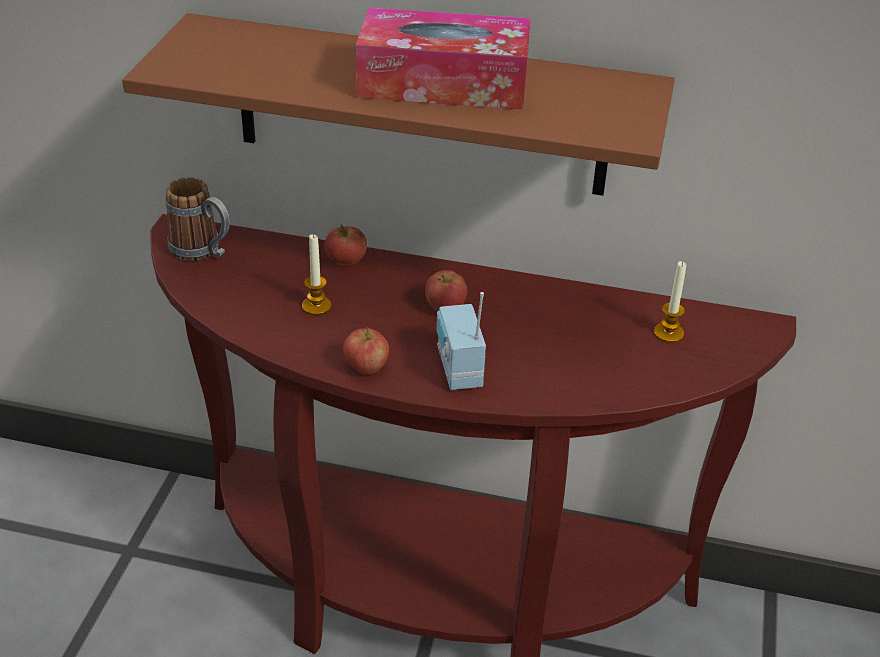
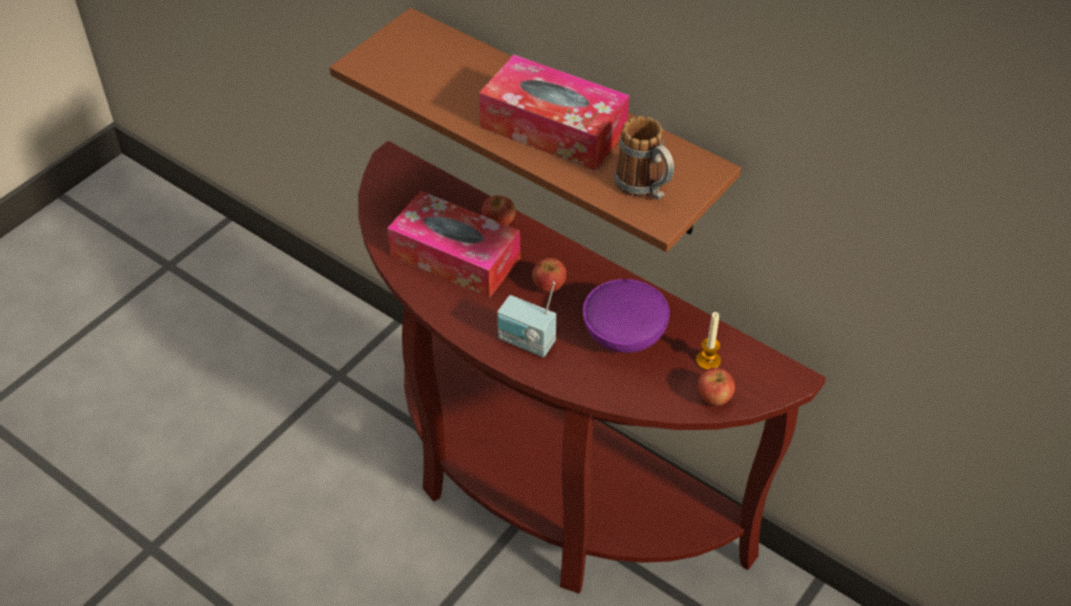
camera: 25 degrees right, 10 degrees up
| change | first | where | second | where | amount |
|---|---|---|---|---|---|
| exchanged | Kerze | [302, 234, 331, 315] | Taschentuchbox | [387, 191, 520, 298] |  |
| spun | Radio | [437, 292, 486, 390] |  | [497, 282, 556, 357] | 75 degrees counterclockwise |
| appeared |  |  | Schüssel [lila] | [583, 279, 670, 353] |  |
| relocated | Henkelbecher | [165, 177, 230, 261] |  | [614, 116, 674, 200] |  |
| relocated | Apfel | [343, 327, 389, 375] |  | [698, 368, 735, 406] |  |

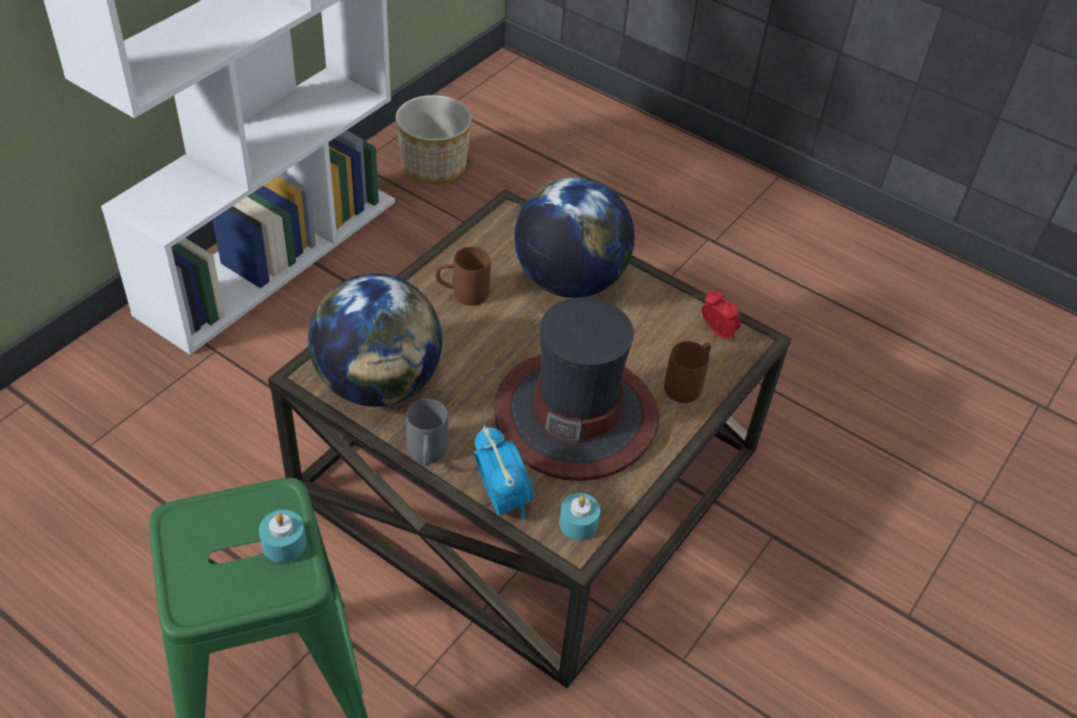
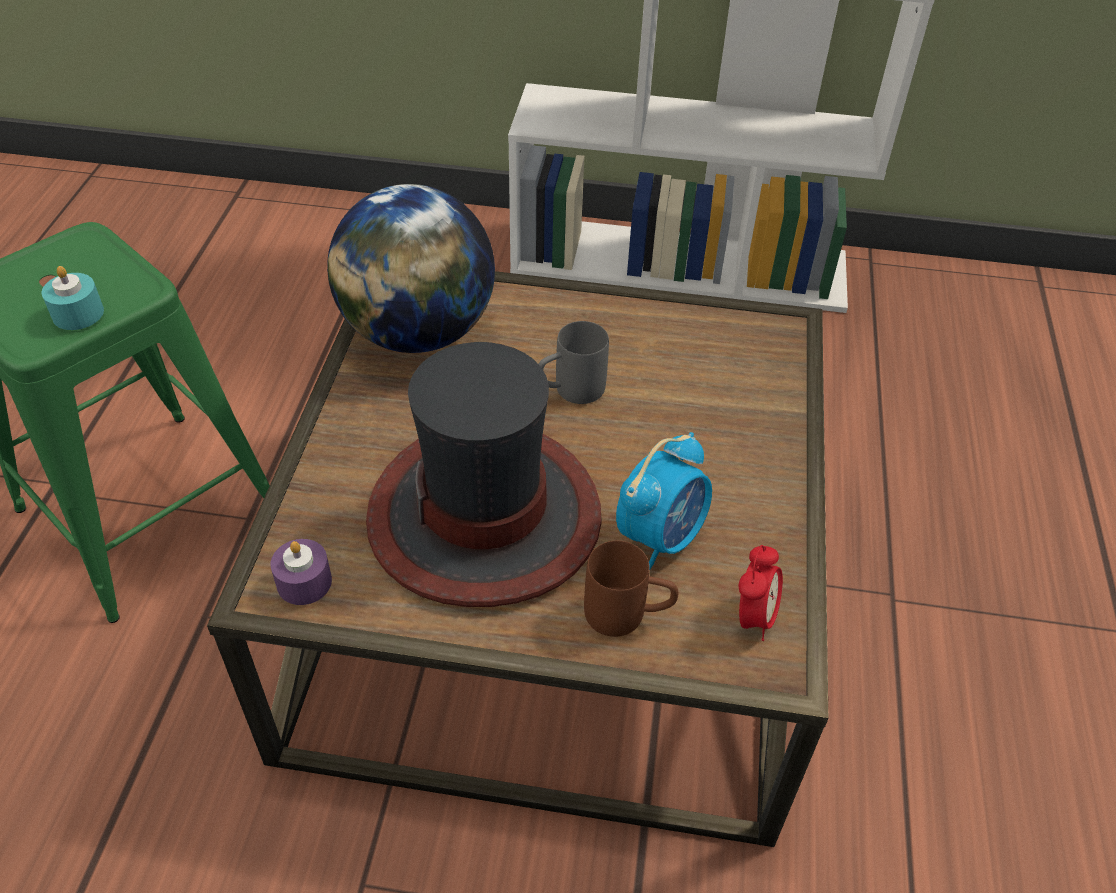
camera: 65 degrees right, 0 degrees up
| change | first | where | second | where | amount |
|---|---|---|---|---|---|
| colour | Kerze [türkis] | [559, 493, 600, 540] | Kerze [lila] | [271, 539, 332, 605] |  |
| relocated | Henkelbecher [grau] | [406, 399, 448, 466] |  | [539, 321, 609, 404] |  |
| relocated | Wecker | [474, 425, 534, 520] |  | [616, 432, 712, 569] |  |
| missing | Pflanzkübel | [396, 95, 472, 184] |  |  |  |
| missing | Henkelbecher [braun] | [435, 247, 491, 305] |  |  |  |
| missing | Globus | [515, 177, 635, 298] |  |  |  |

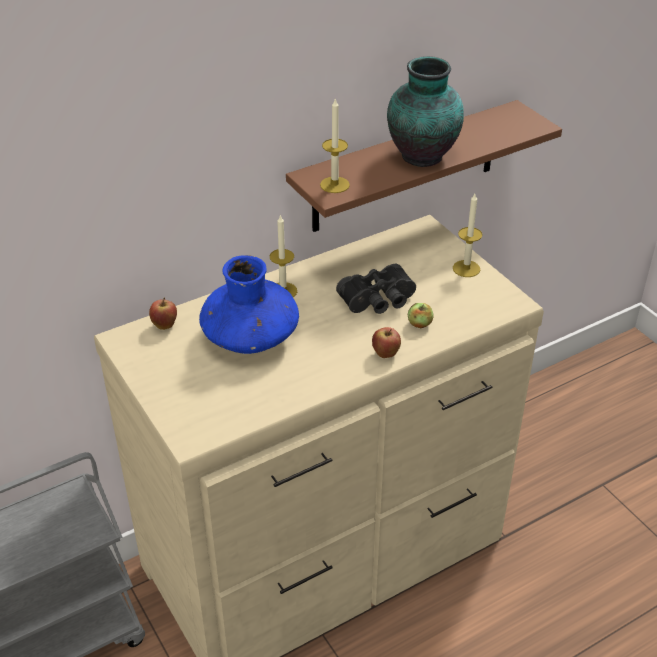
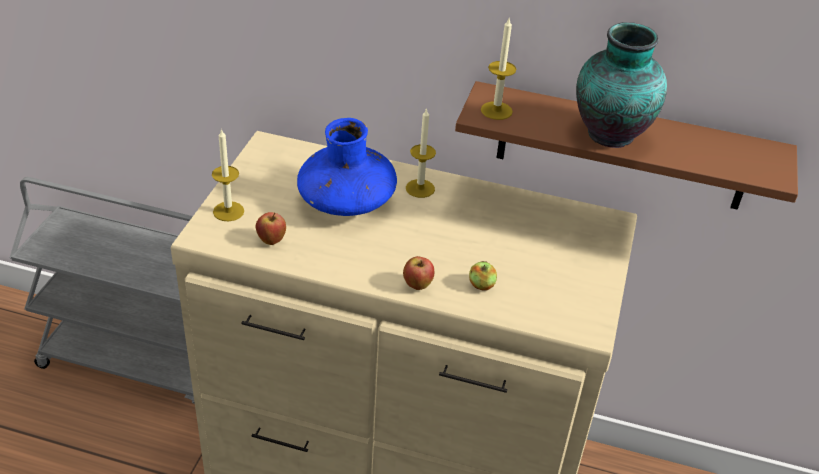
camera: 45 degrees right, 0 degrees up
| change | first | where | second | where | amount |
|---|---|---|---|---|---|
| relocated | Kerze | [453, 194, 483, 277] |  | [212, 128, 244, 221] |  |
| relocated | Apfel | [149, 297, 177, 330] |  | [256, 212, 286, 245] |  |
| missing | Fernglas [schwarz] | [336, 264, 416, 314] |  |  |  |

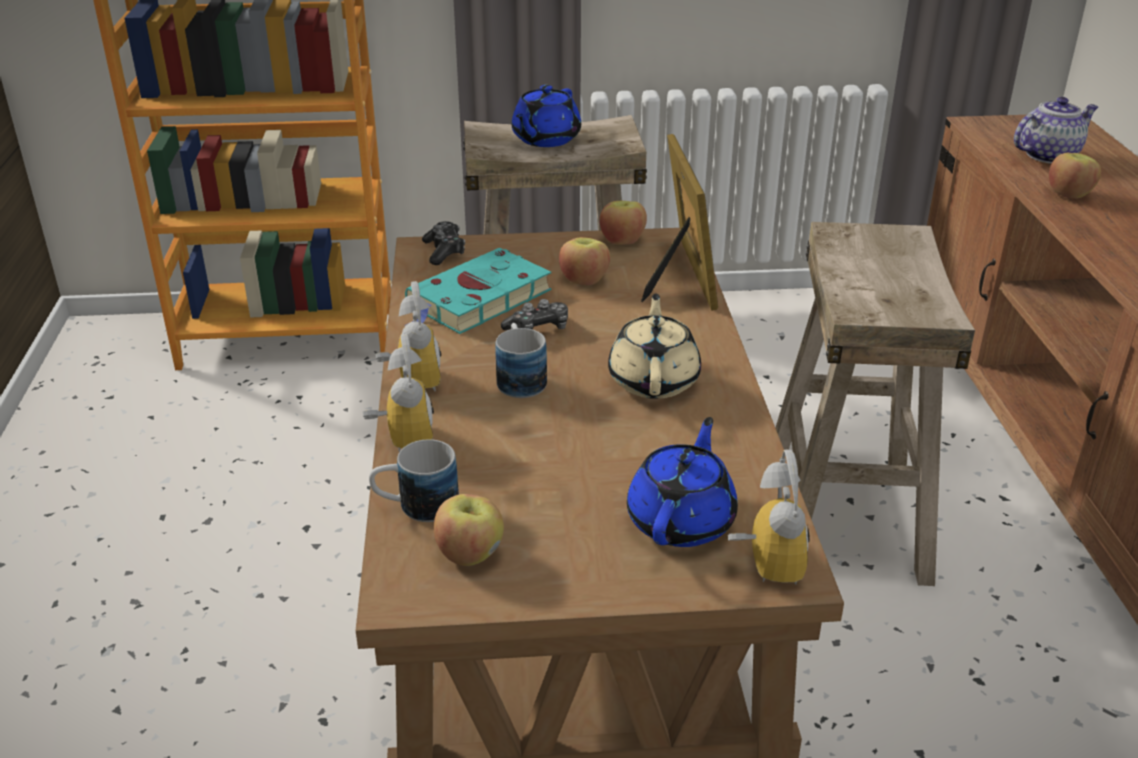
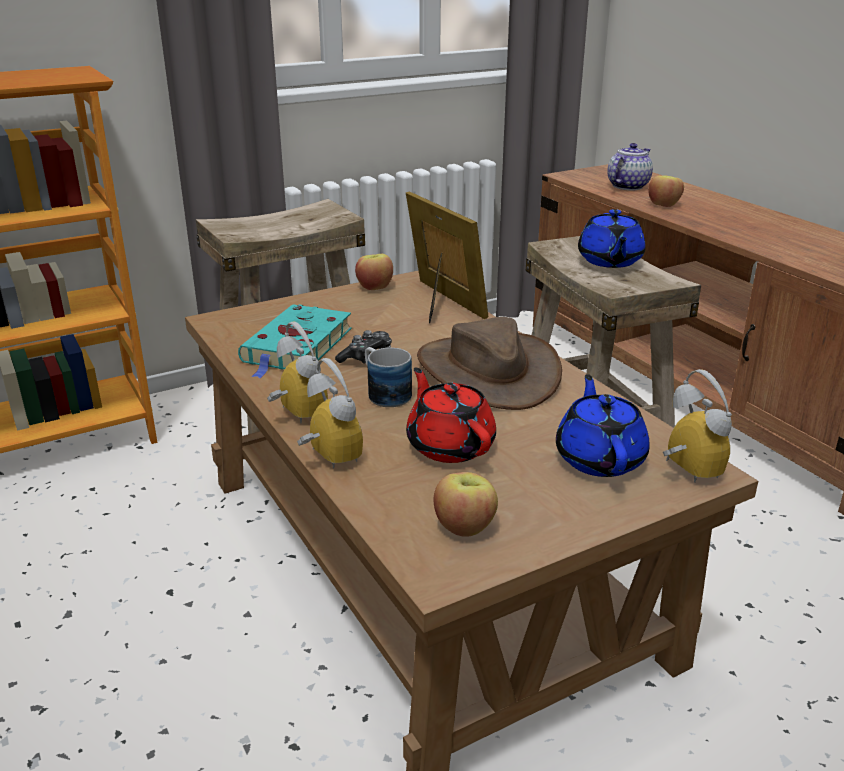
camera: 25 degrees left, 5 degrees down
| change | first | where | second | where | amount |
|---|---|---|---|---|---|
| appeared |  |  | Teekanne [rot] | [406, 367, 496, 463] |  |
| exchanged | Teekanne [beige] | [608, 294, 701, 399] | Hut [braun] | [417, 317, 562, 410] |  |
| relocated | Teekanne [blau] | [512, 85, 581, 147] |  | [578, 209, 646, 268] |  |
| missing | Henkelbecher | [369, 439, 459, 522] |  |  |  |
| missing | Gamepad | [422, 221, 465, 265] |  |  |  |
| missing | Apfel | [559, 237, 610, 285] |  |  |  |

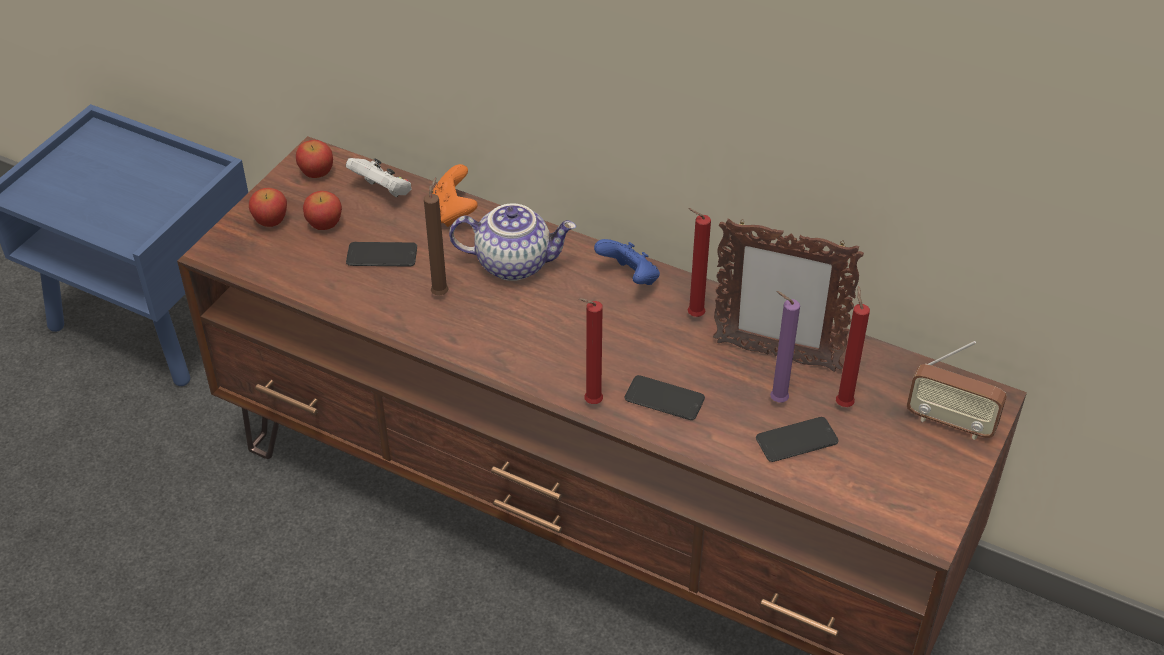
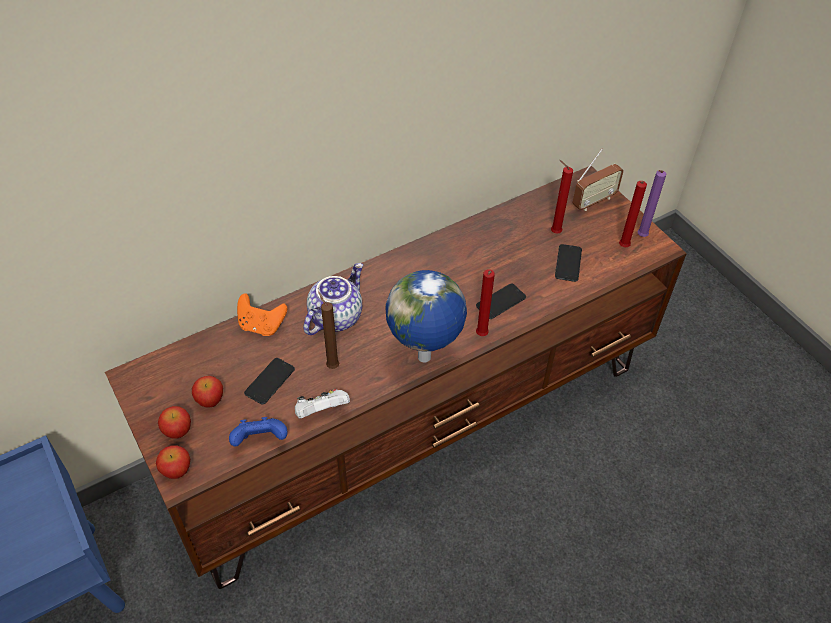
camera: 60 degrees left, 5 degrees up
| change | first | where | second | where | amount |
|---|---|---|---|---|---|
| relocated | Apfel | [296, 140, 333, 178] |  | [156, 445, 190, 479] |  |
| relocated | Gamepad [blau] | [594, 239, 660, 285] |  | [229, 417, 288, 447] |  |
| relocated | Gamepad [weiß] | [346, 158, 412, 197] |  | [295, 389, 350, 419] |  |
| appeared |  |  | Globus | [386, 270, 467, 362] |  |
| relocated | Kerze [rot] | [688, 208, 711, 317] |  | [619, 181, 647, 247] |  |
| relocated | Kerze [lila] | [770, 291, 800, 402] |  | [637, 170, 666, 237] |  |
| missing | Bilderrahmen | [713, 218, 864, 372] |  |  |  |

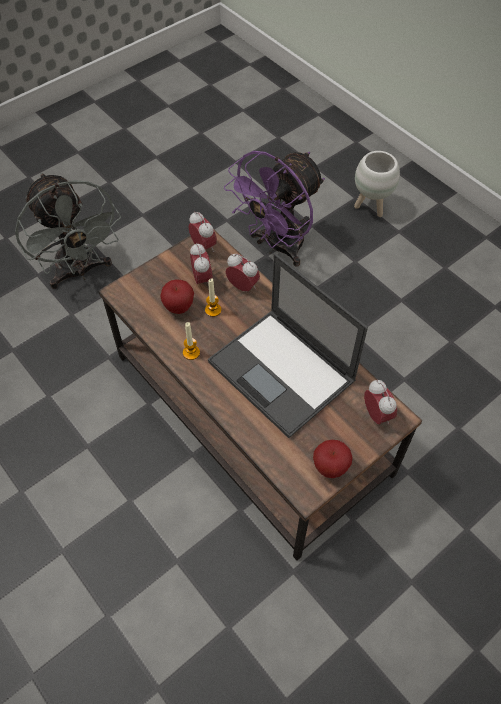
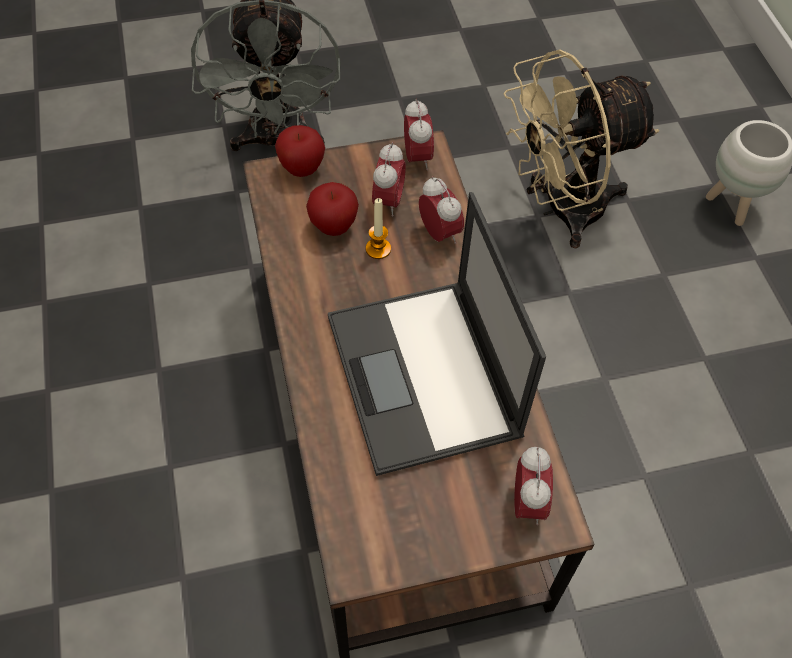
camera: 25 degrees right, 0 degrees up
| change | first | where | second | where | amount |
|---|---|---|---|---|---|
| relocated | Apfel | [313, 440, 353, 478] |  | [275, 125, 325, 177] |  |
| colour | Ventilator [lila] | [224, 151, 325, 267] | Ventilator [beige] | [504, 49, 660, 249] |  |
| missing | Kerze | [183, 322, 200, 360] |  |  |  |

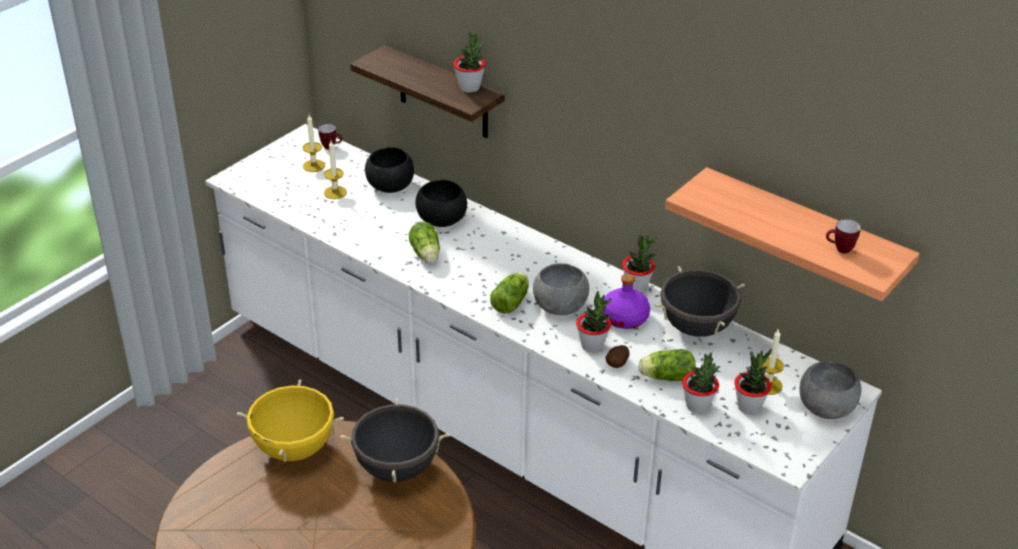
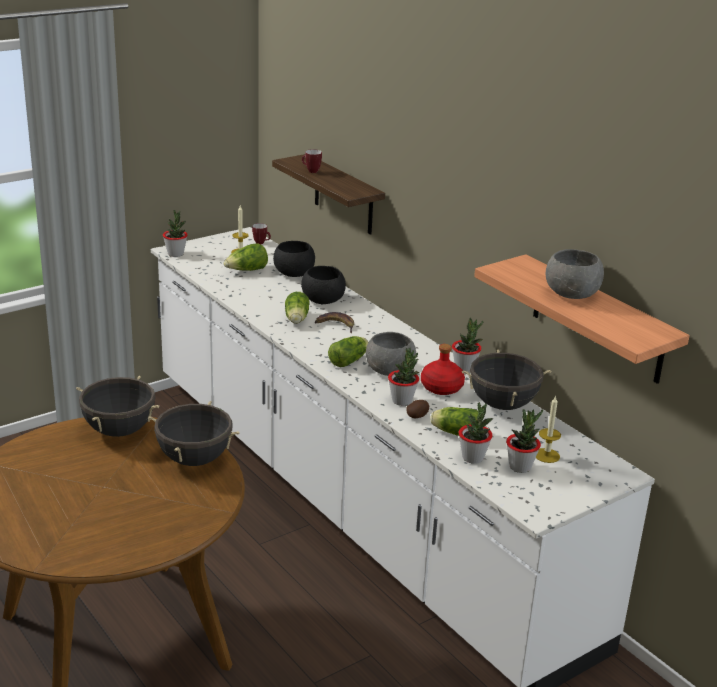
camera: 15 degrees right, 10 degrees down
| change | first | where | second | where | amount |
|---|---|---|---|---|---|
| colour | Kochtopf [gelb] | [237, 379, 344, 462] | Kochtopf [schwarz] | [76, 376, 159, 437] |  |
| relocated | Topfpflanze | [453, 32, 486, 93] |  | [163, 210, 188, 257] |  |
| exchanged | Kerze | [324, 141, 347, 199] | Salatkopf | [224, 243, 268, 271] |  |
| relocated | Henkelbecher | [826, 219, 861, 254] |  | [302, 149, 322, 173] |  |
| appeared |  |  | Banane | [315, 312, 354, 333] |  |
| colour | Flasche [lila] | [604, 274, 650, 329] | Flasche [rot] | [421, 344, 465, 395] |  |
| relocated | Schüssel [grau] | [799, 361, 861, 419] |  | [546, 249, 604, 299] |  |

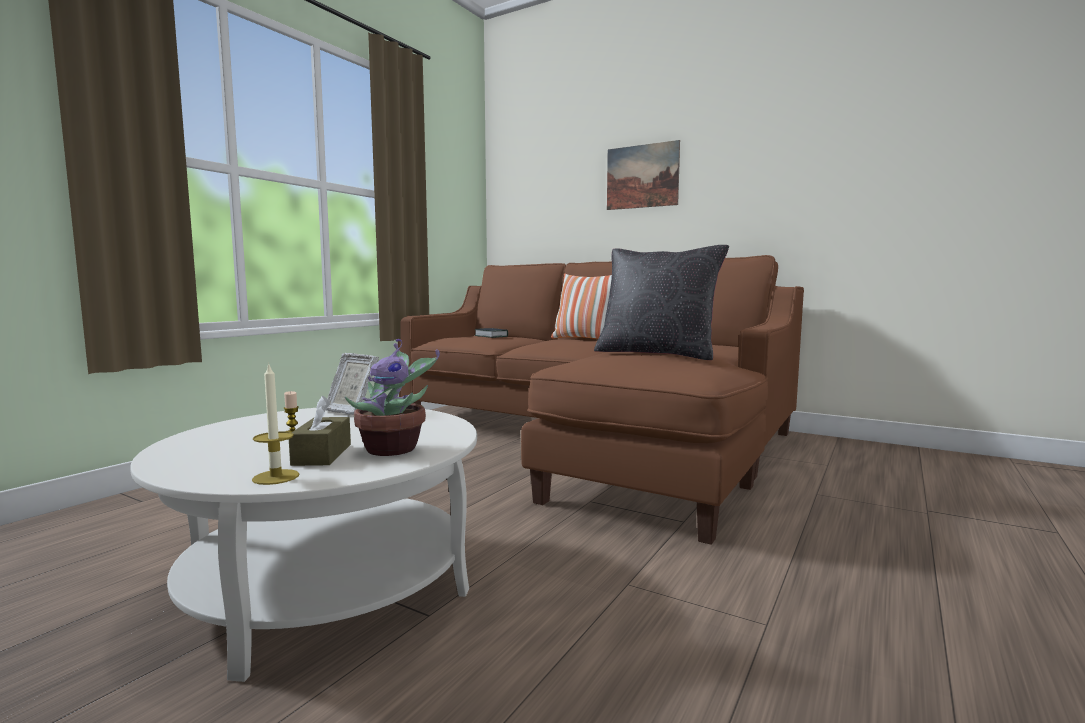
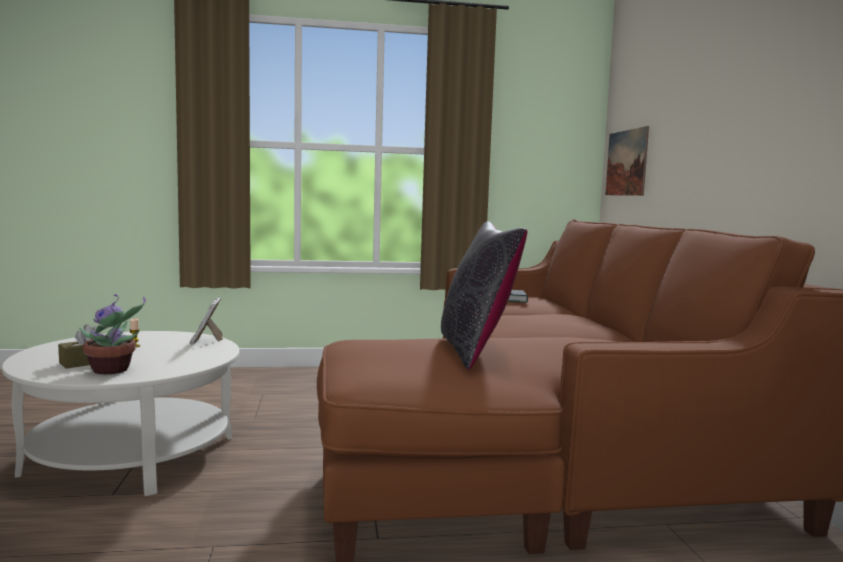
camera: 50 degrees right, 0 degrees up
| change | first | where | second | where | amount |
|---|---|---|---|---|---|
| relocated | Bild | [607, 140, 680, 210] |  | [605, 126, 649, 196] |  |
| missing | Kerze | [252, 362, 299, 485] |  |  |  |
| missing | Kissen | [551, 273, 612, 339] |  |  |  |

